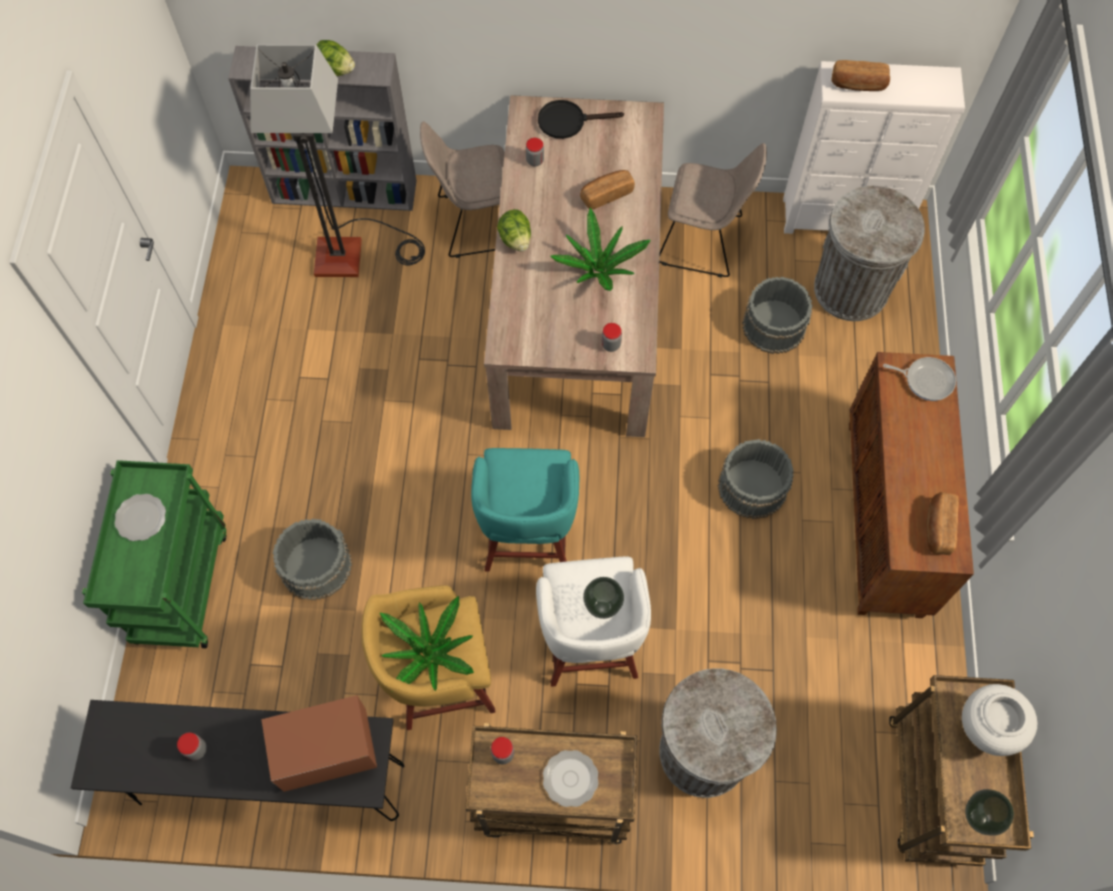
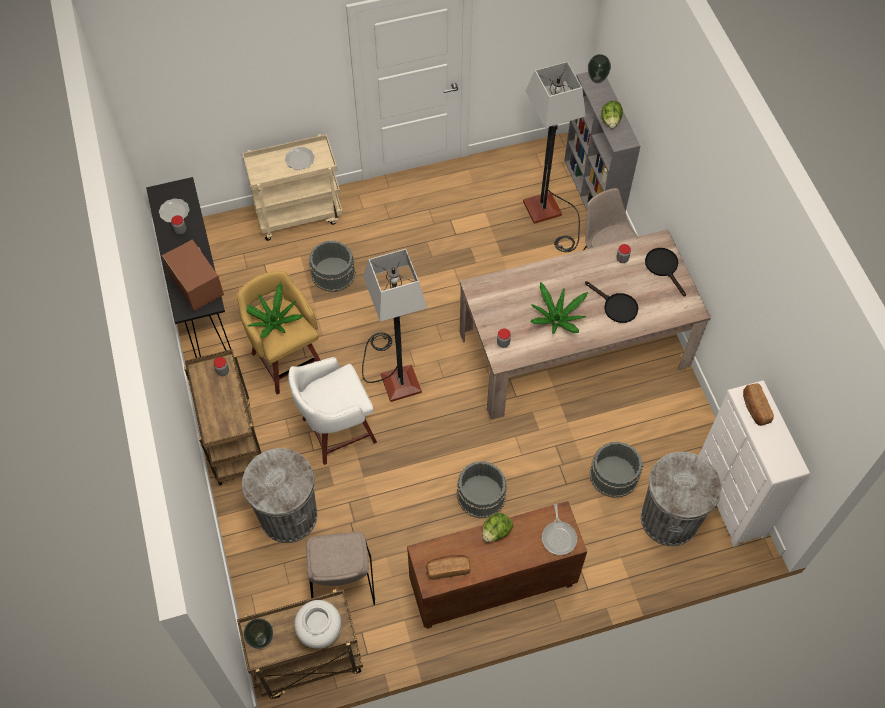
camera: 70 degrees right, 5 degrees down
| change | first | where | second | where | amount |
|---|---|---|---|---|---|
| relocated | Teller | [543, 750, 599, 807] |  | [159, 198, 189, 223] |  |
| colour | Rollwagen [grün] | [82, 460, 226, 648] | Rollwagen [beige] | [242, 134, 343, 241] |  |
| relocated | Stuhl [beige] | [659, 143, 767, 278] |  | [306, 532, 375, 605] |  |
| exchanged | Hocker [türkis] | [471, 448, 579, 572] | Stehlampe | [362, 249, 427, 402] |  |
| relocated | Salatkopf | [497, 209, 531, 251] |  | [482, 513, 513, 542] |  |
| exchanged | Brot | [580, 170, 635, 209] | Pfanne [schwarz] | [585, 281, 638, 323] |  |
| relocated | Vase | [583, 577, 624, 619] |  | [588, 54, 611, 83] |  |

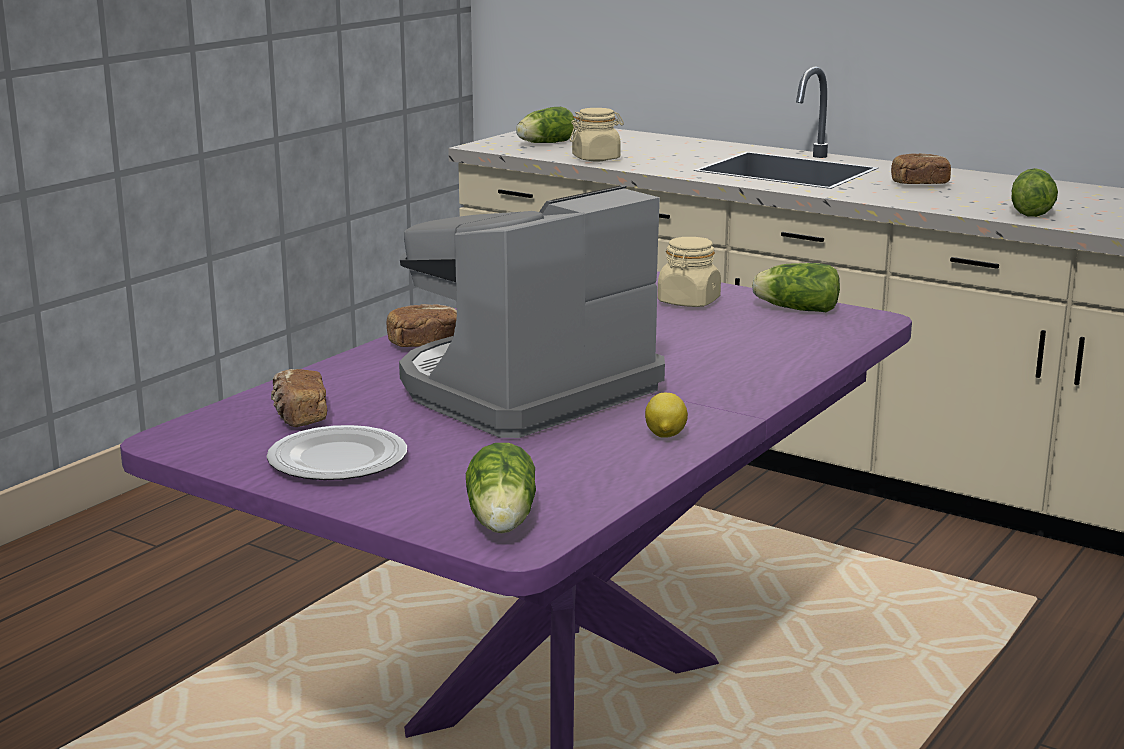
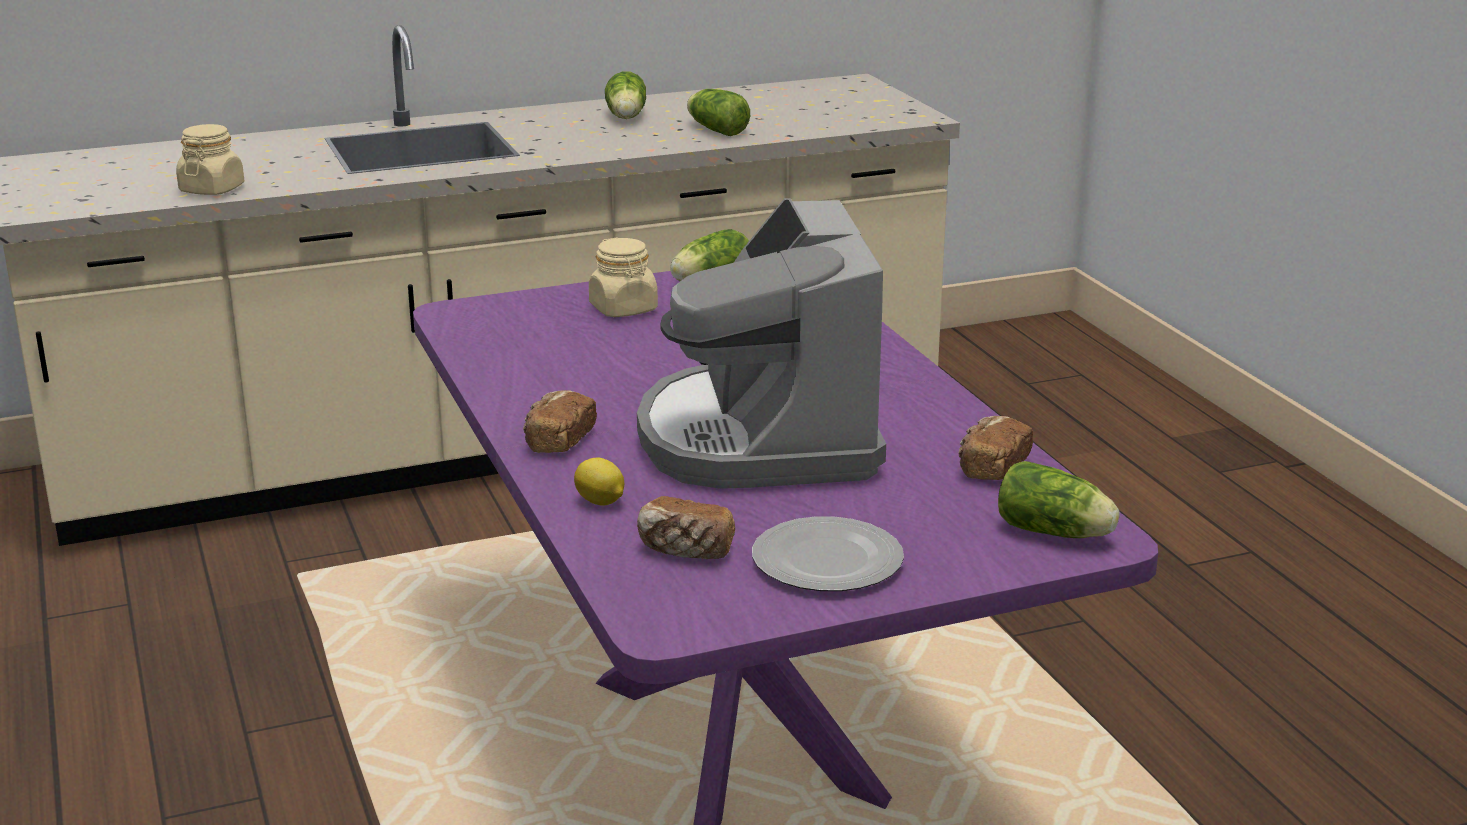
camera: 55 degrees left, 5 degrees up
| change | first | where | second | where | amount |
|---|---|---|---|---|---|
| relocated | Zitrone | [645, 393, 688, 438] |  | [574, 458, 624, 505] |  |
| relocated | Salatkopf | [516, 107, 575, 143] |  | [605, 72, 646, 119] |  |
| relocated | Brot | [891, 153, 951, 184] |  | [958, 416, 1033, 480] |  |

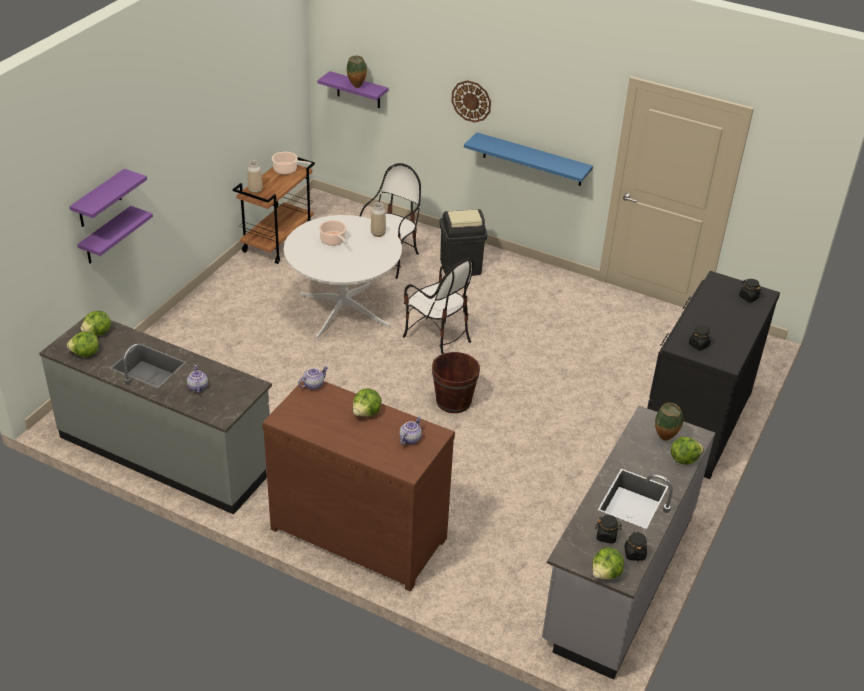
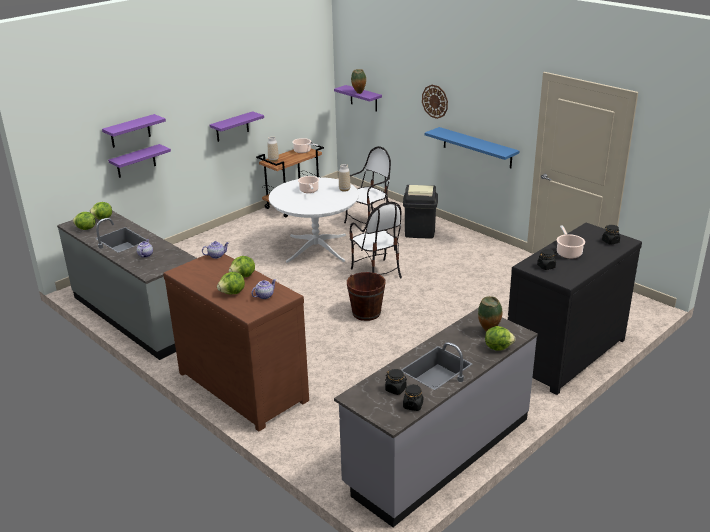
camera: 20 degrees right, 10 degrees down
| change | first | where | second | where | amount |
|---|---|---|---|---|---|
| appeared |  |  | Wandregal [lila] | [210, 111, 264, 142] |  |
| relocated | Salatkopf | [592, 547, 624, 579] |  | [217, 272, 245, 294] |  |
| appeared |  |  | Kochtopf | [557, 226, 585, 259] |  |

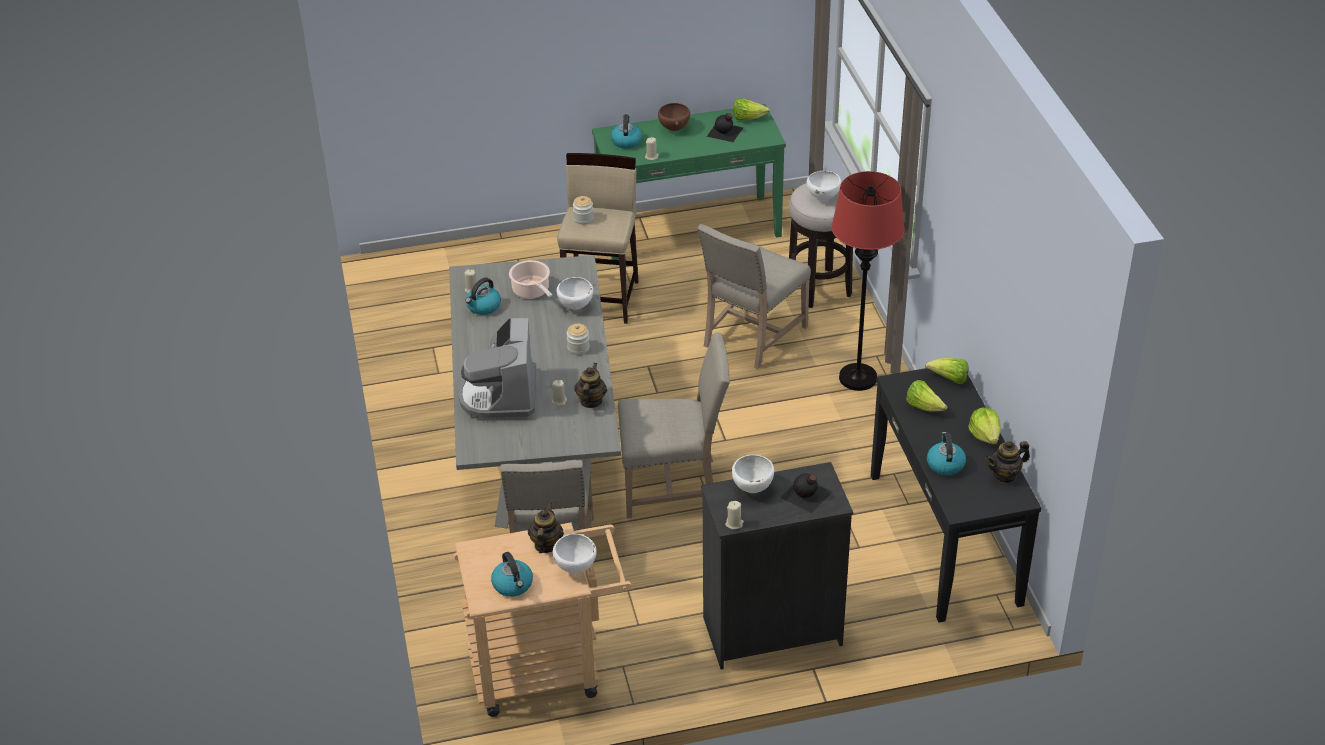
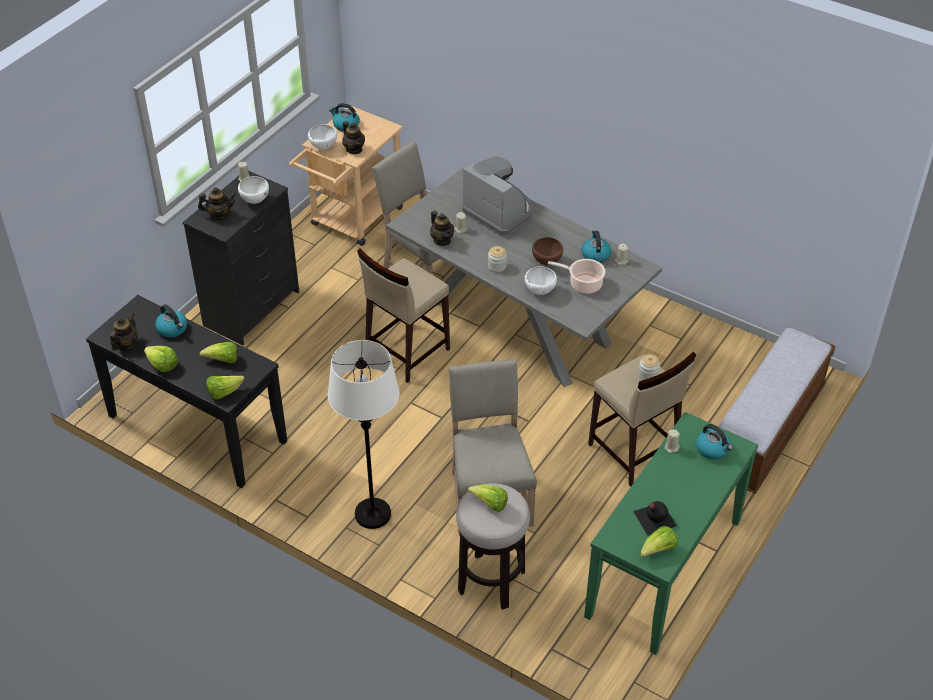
camera: 135 degrees right, 5 degrees up
| change | first | where | second | where | amount |
|---|---|---|---|---|---|
| exchanged | Flasche [schwarz] | [781, 473, 832, 513] | Teekanne | [198, 187, 236, 221] |  |
| colour | Stehlampe [rot] | [831, 171, 905, 391] | Stehlampe [weiß] | [328, 340, 400, 529] |  |
| exchanged | Stuhl [beige] | [618, 332, 730, 518] | Hocker [beige] | [357, 248, 450, 383] |  |
| exchanged | Schüssel [weiß] | [807, 171, 841, 200] | Salatkopf | [468, 485, 508, 512] |  |
| relocated | Schüssel [braun] | [658, 103, 690, 131] |  | [532, 237, 563, 265] |  |
| appeared |  |  | Bank | [718, 327, 835, 494] |  |

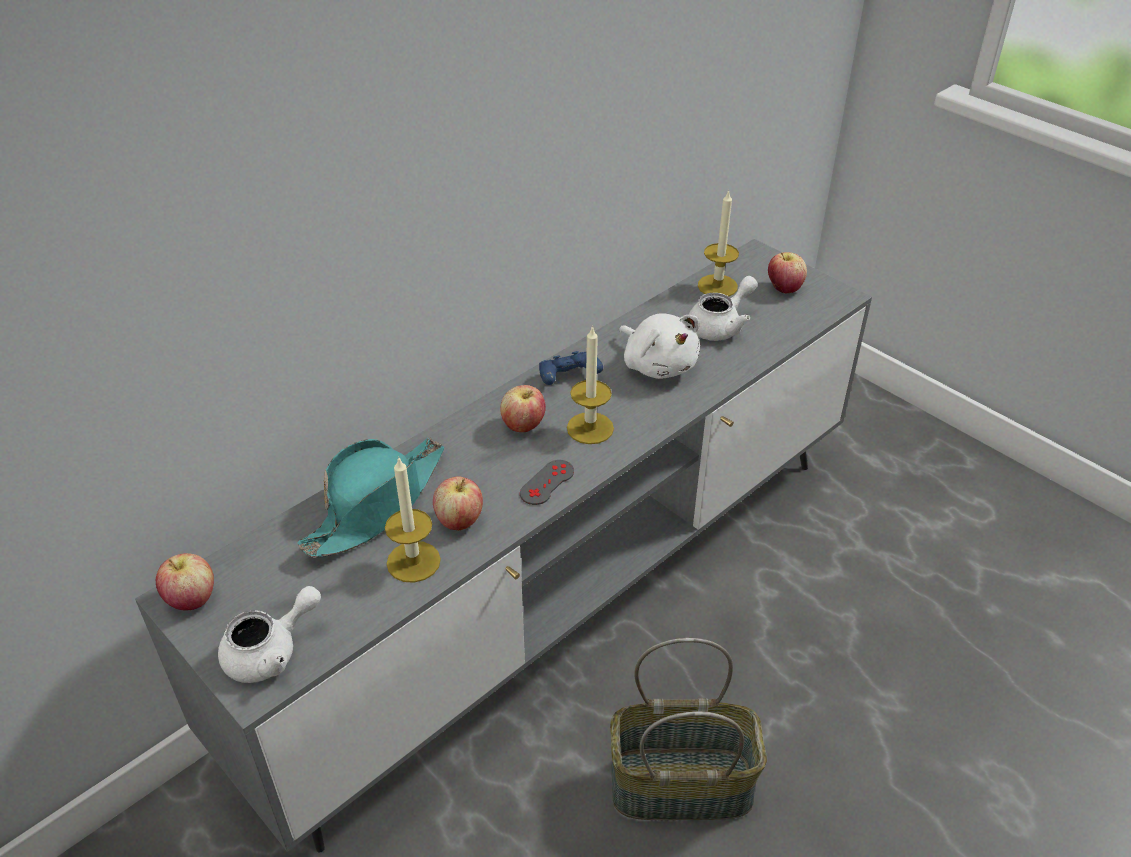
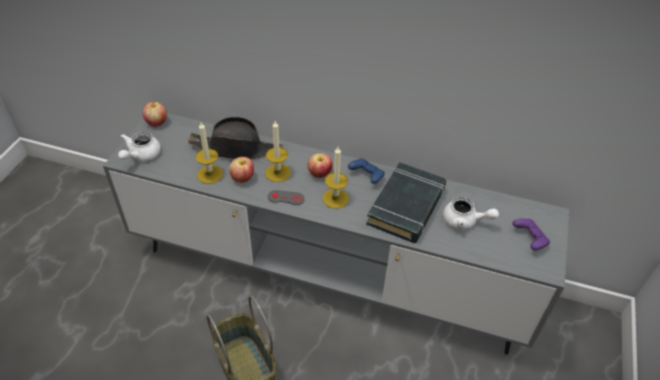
camera: 60 degrees right, 5 degrees up
| change | first | where | second | where | amount |
|---|---|---|---|---|---|
| spun | Teekanne [weiß] | [218, 586, 321, 683] |  | [118, 132, 161, 161] | 90 degrees clockwise |
| colour | Hut [türkis] | [297, 438, 444, 558] | Hut [schwarz] | [188, 117, 283, 159] |  |
| relocated | Kerze | [698, 190, 739, 297] |  | [265, 121, 291, 182] |  |
| exchanged | Plüschtier [weiß] | [619, 313, 700, 379] | Buch [schwarz] | [366, 162, 446, 243] |  |
| exchanged | Apfel | [768, 252, 807, 294] | Gamepad [lila] | [513, 218, 550, 250] |  |

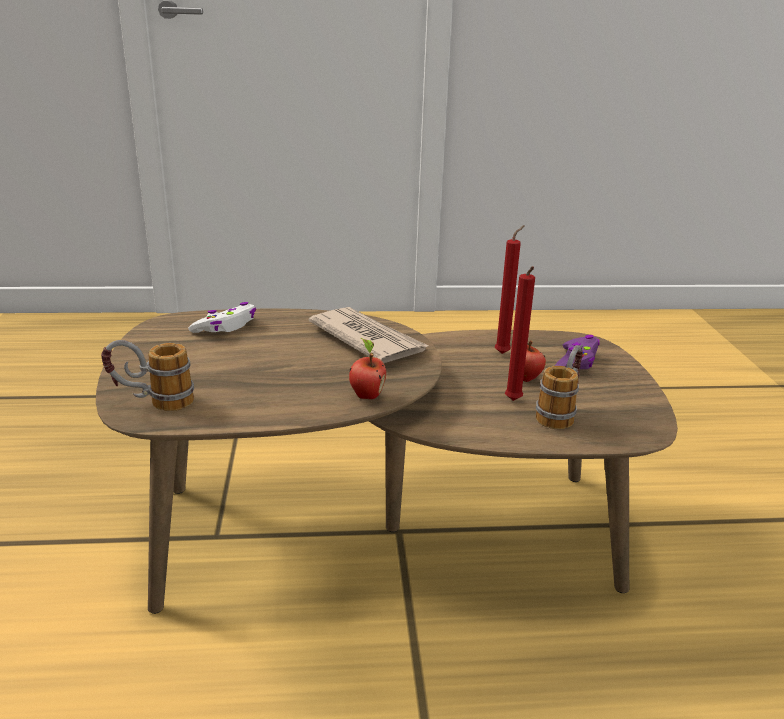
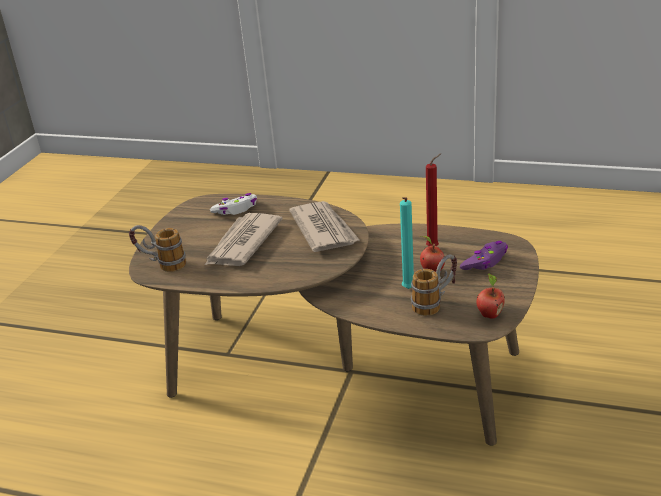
camera: 25 degrees right, 5 degrees up
| change | first | where | second | where | amount |
|---|---|---|---|---|---|
| appeared |  |  | Zeitung | [205, 213, 283, 266] |  |
| colour | Kerze [rot] | [505, 266, 535, 401] | Kerze [türkis] | [400, 197, 414, 289] |  |
| relocated | Apfel | [349, 338, 386, 399] |  | [476, 273, 505, 319] |  |

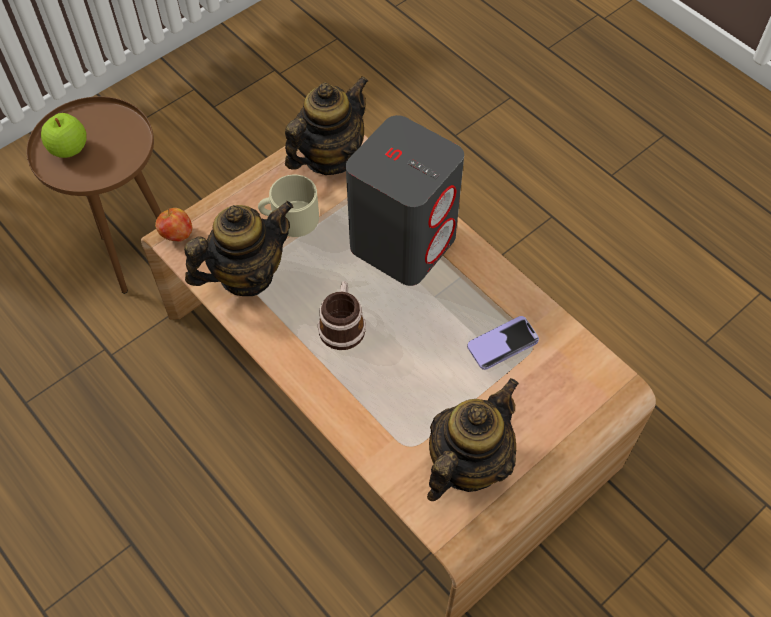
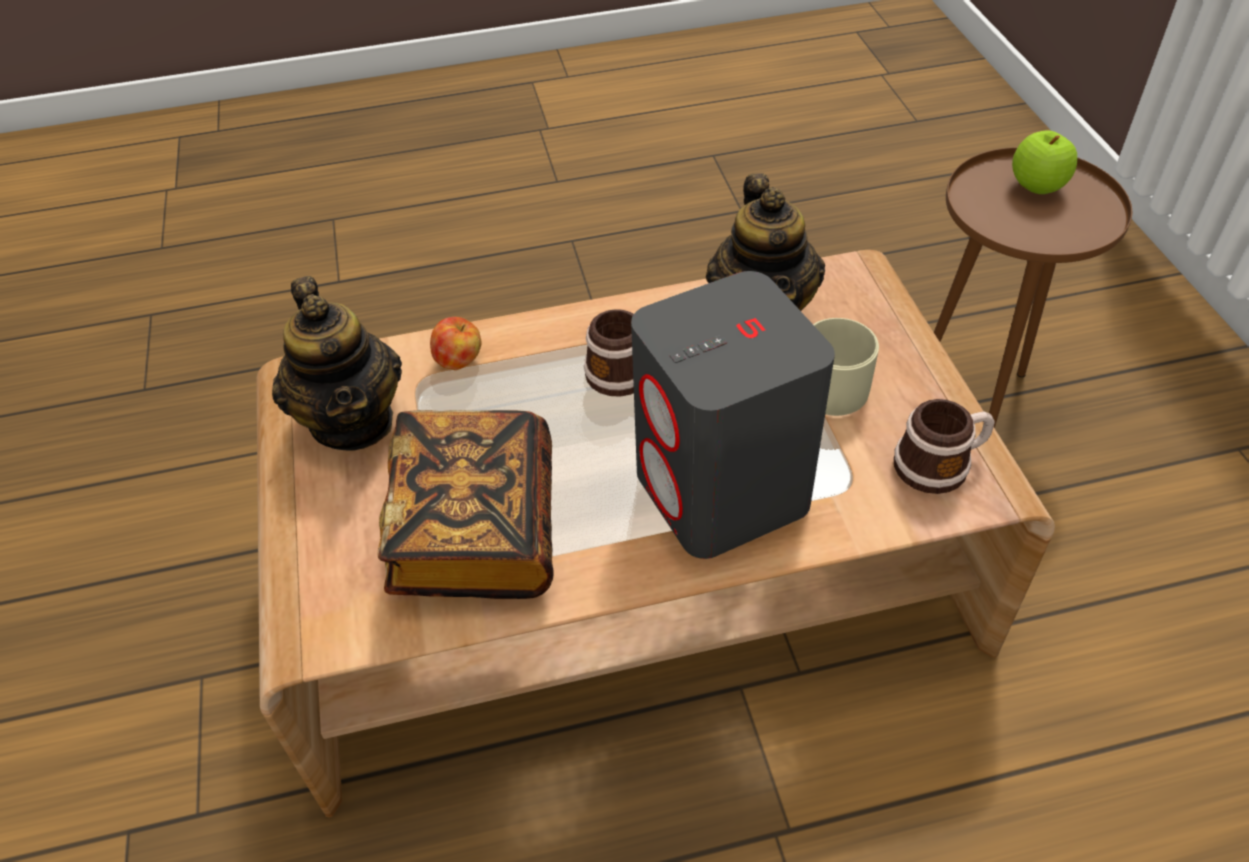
camera: 120 degrees right, 10 degrees down
| change | first | where | second | where | amount |
|---|---|---|---|---|---|
| exchanged | Handy | [467, 316, 539, 370] | Buch | [377, 410, 554, 599] |  |
| relocated | Apfel | [155, 208, 192, 242] |  | [430, 317, 482, 370] |  |
| exchanged | Teekanne | [285, 76, 368, 175] | Henkelbecher | [894, 399, 995, 494] |  |

